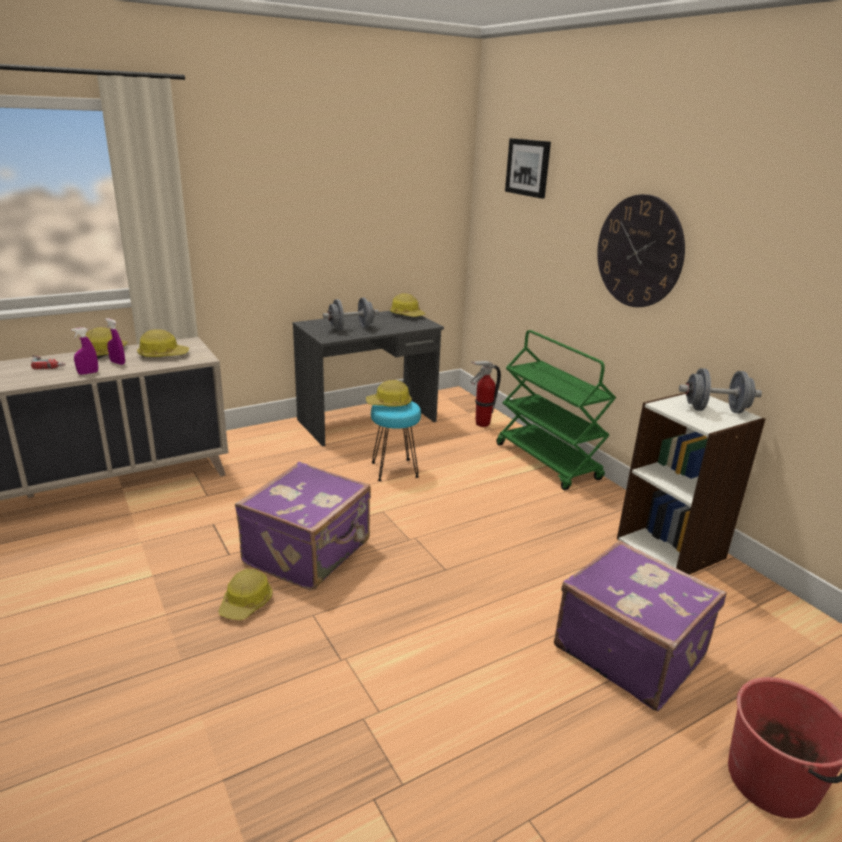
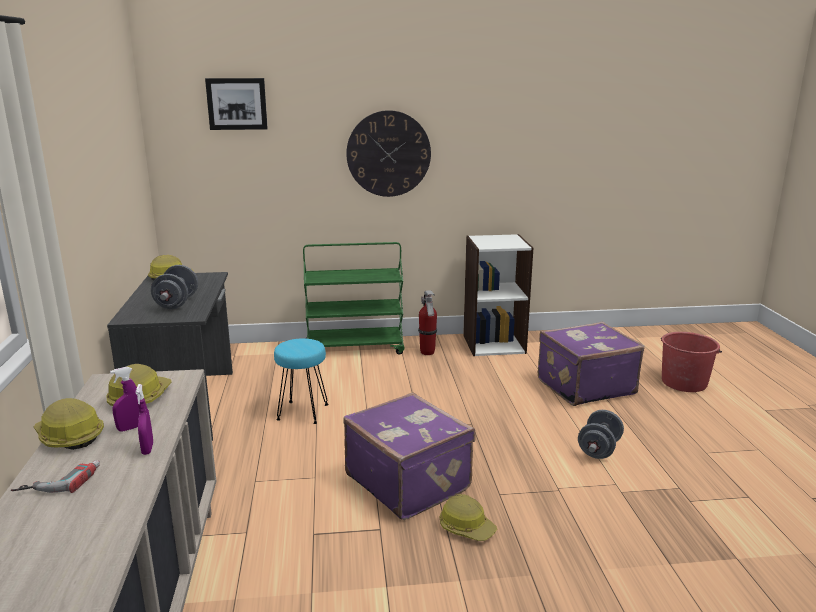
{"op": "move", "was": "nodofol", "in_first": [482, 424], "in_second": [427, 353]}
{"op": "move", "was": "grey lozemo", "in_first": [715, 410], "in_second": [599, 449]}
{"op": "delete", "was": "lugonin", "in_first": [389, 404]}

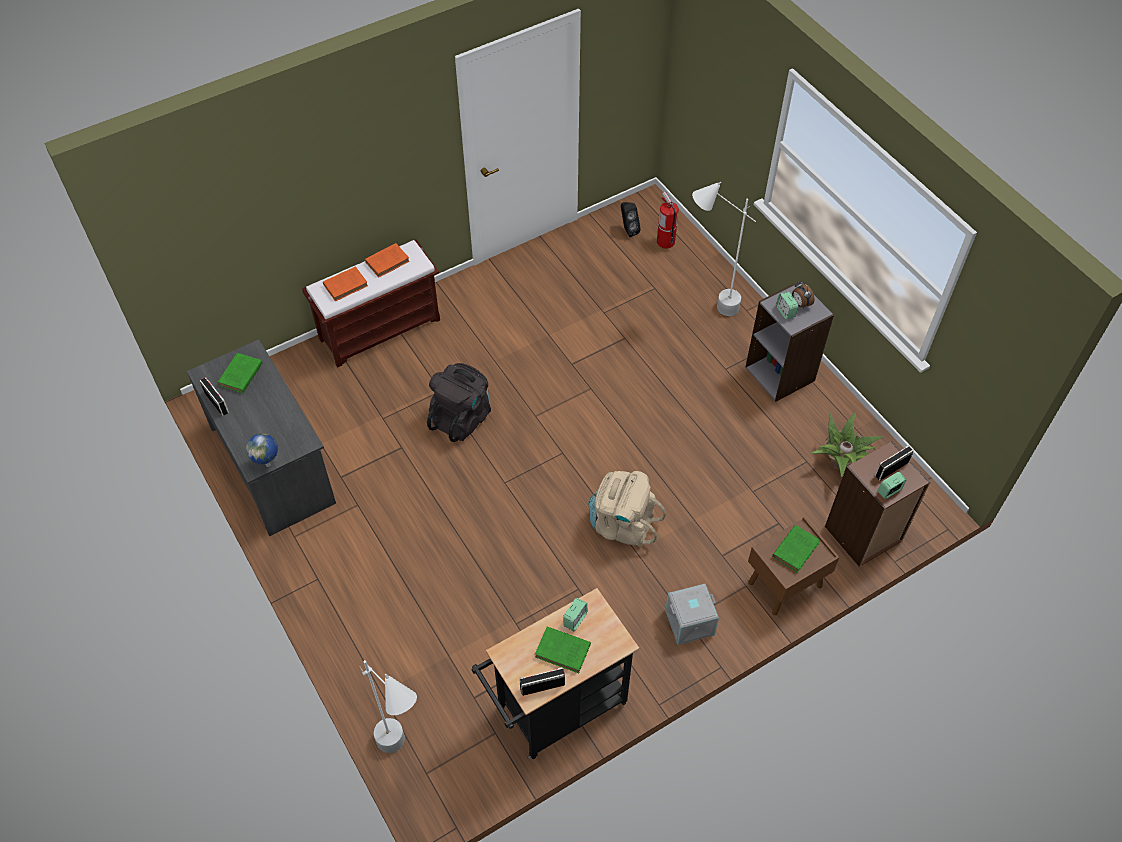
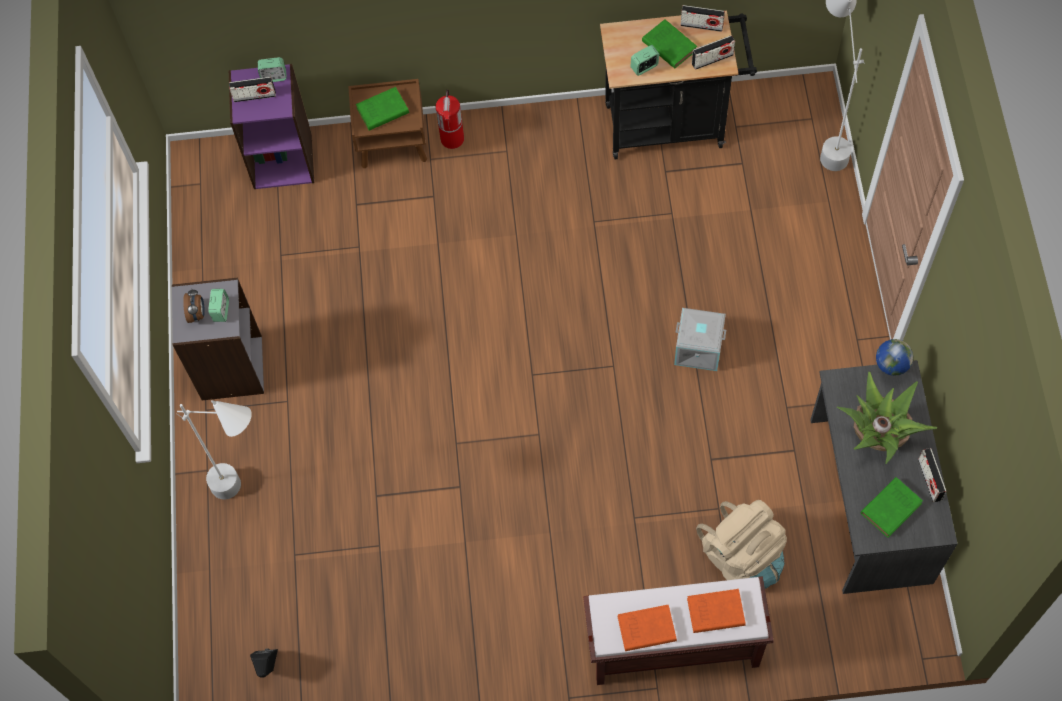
{"op": "move", "was": "nodofol", "in_first": [665, 241], "in_second": [452, 139]}
{"op": "delete", "was": "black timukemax", "in_first": [462, 417]}
{"op": "move", "was": "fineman", "in_first": [841, 463], "in_second": [878, 435]}
{"op": "recolor", "was": "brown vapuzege", "now": "purple vapuzege", "in_first": [863, 534], "in_second": [283, 160]}
{"op": "move", "was": "beige timukemax", "in_first": [622, 524], "in_second": [742, 557]}
{"op": "move", "was": "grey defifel", "in_first": [689, 623], "in_second": [699, 347]}
{"op": "insert", "now": "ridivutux", "in_second": [712, 59]}

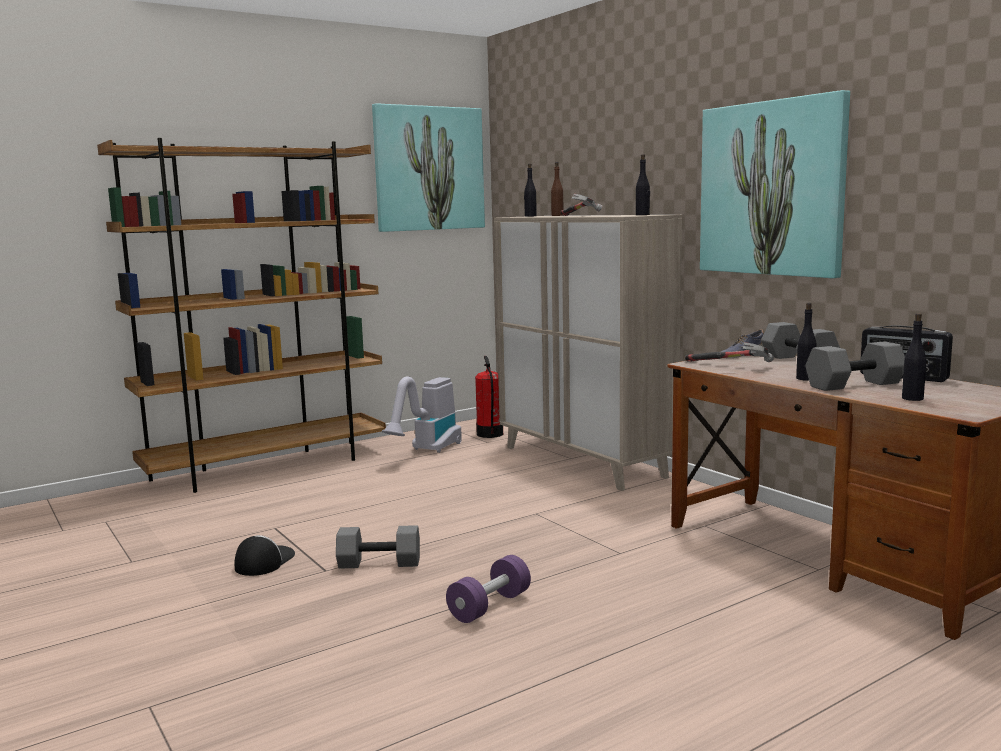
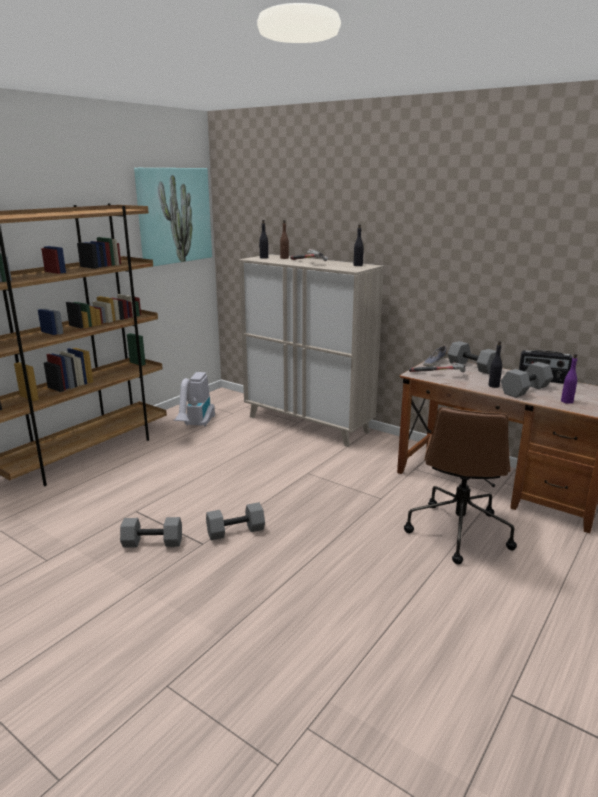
{"op": "delete", "was": "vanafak", "in_first": [772, 188]}
{"op": "recolor", "was": "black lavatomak", "now": "purple lavatomak", "in_first": [913, 398], "in_second": [567, 401]}
{"op": "delete", "was": "nodofol", "in_first": [489, 434]}
{"op": "replace", "was": "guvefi", "now": "grey lozemo", "in_first": [264, 561], "in_second": [152, 543]}
{"op": "delete", "was": "purple lozemo", "in_first": [489, 606]}
{"op": "insert", "now": "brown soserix", "in_second": [458, 531]}

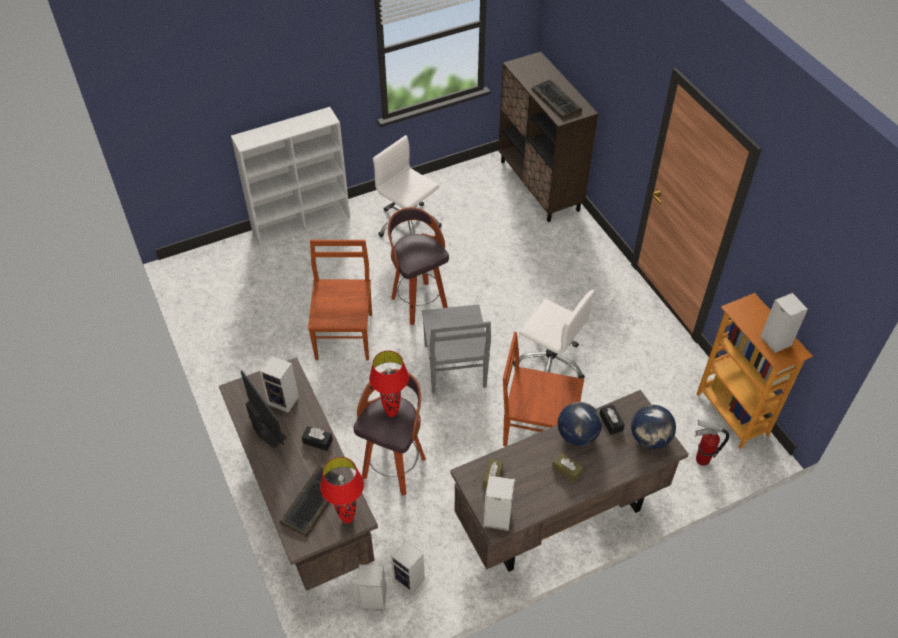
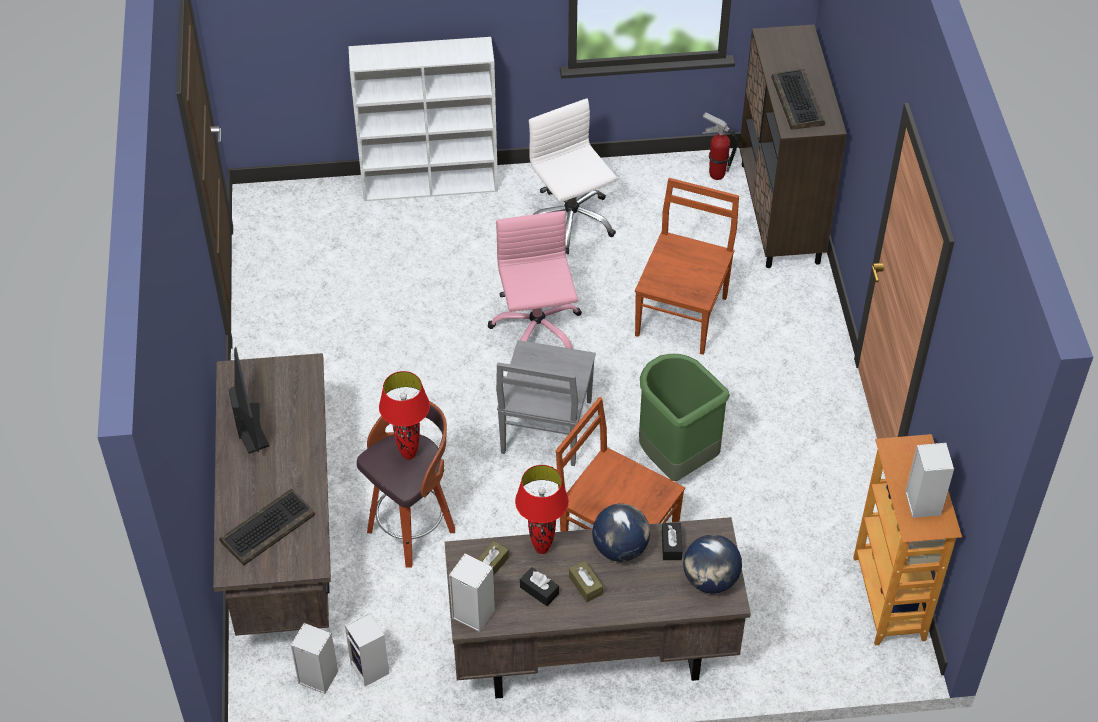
{"op": "replace", "was": "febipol", "now": "pink soserix", "in_first": [418, 302], "in_second": [536, 330]}
{"op": "move", "was": "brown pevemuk", "in_first": [344, 334], "in_second": [682, 314]}
{"op": "replace", "was": "white soserix", "now": "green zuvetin", "in_first": [550, 363], "in_second": [675, 459]}
{"op": "delete", "was": "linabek", "in_first": [285, 400]}
{"op": "move", "was": "nodofol", "in_first": [701, 460], "in_second": [716, 174]}
{"op": "move", "was": "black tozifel", "in_first": [317, 441], "in_second": [539, 590]}
{"op": "move", "was": "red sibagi", "in_first": [348, 518], "in_second": [542, 548]}

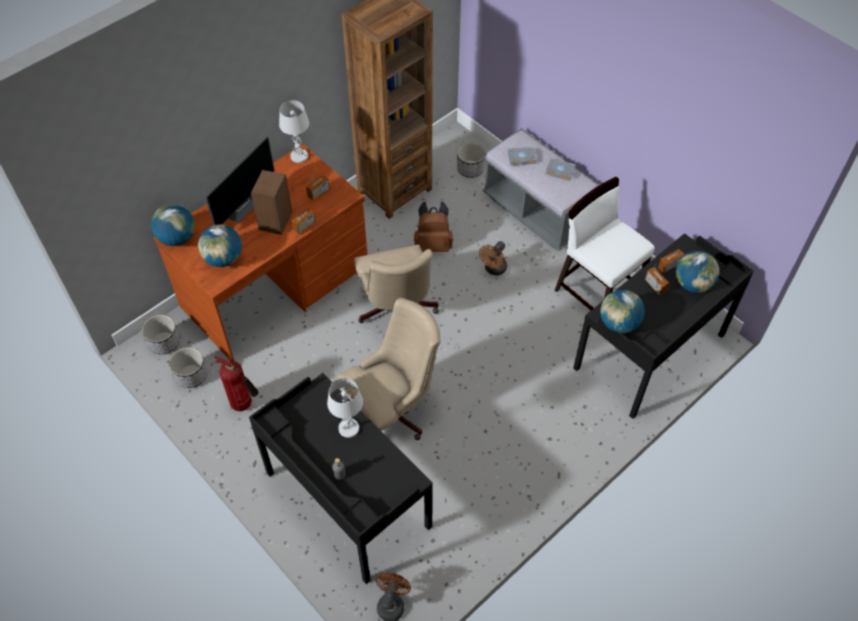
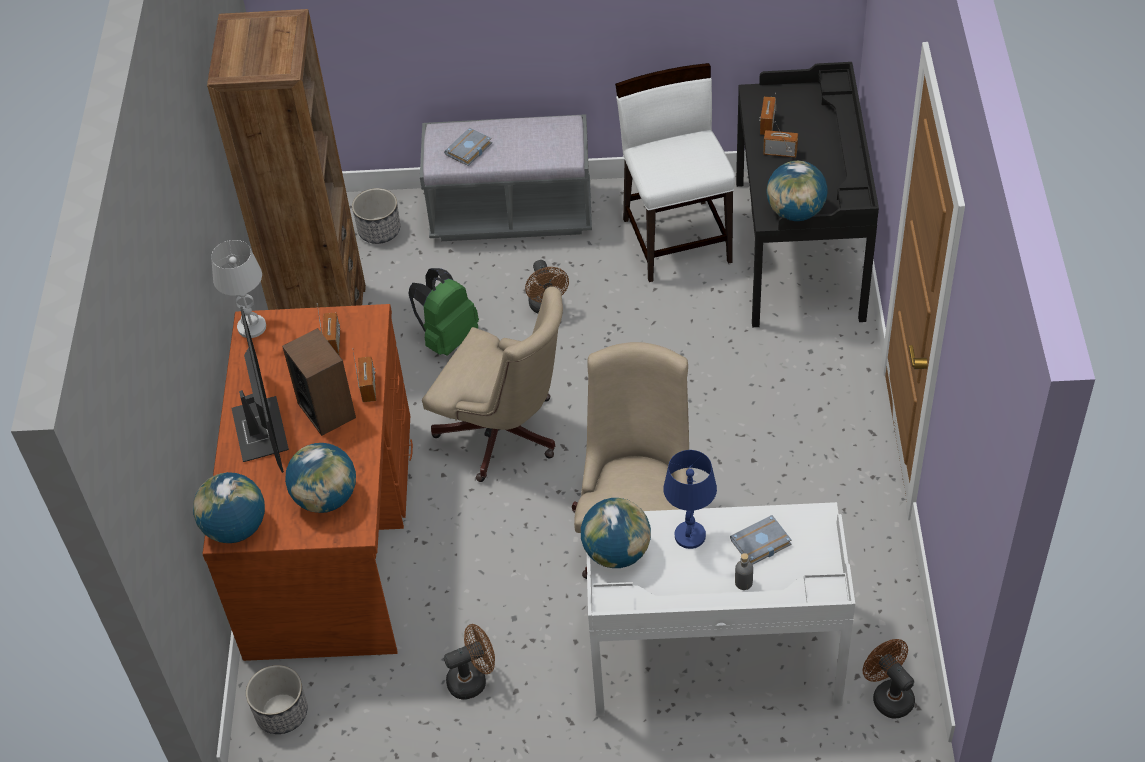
{"op": "move", "was": "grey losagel", "in_first": [559, 171], "in_second": [760, 544]}
{"op": "rotate", "was": "white pevemuk", "in_first": [597, 292], "in_second": [677, 239], "clockwise": 75}
{"op": "recolor", "was": "brown timukemax", "now": "green timukemax", "in_first": [433, 244], "in_second": [447, 337]}
{"op": "move", "was": "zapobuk", "in_first": [692, 284], "in_second": [617, 552]}
{"op": "delete", "was": "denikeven", "in_first": [191, 375]}
{"op": "replace", "was": "nodofol", "now": "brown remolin", "in_first": [244, 405], "in_second": [473, 679]}
{"op": "recolor", "was": "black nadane", "now": "white nadane", "in_first": [347, 500], "in_second": [714, 655]}
{"op": "recolor", "was": "white sibagi", "now": "blue sibagi", "in_first": [349, 428], "in_second": [689, 535]}

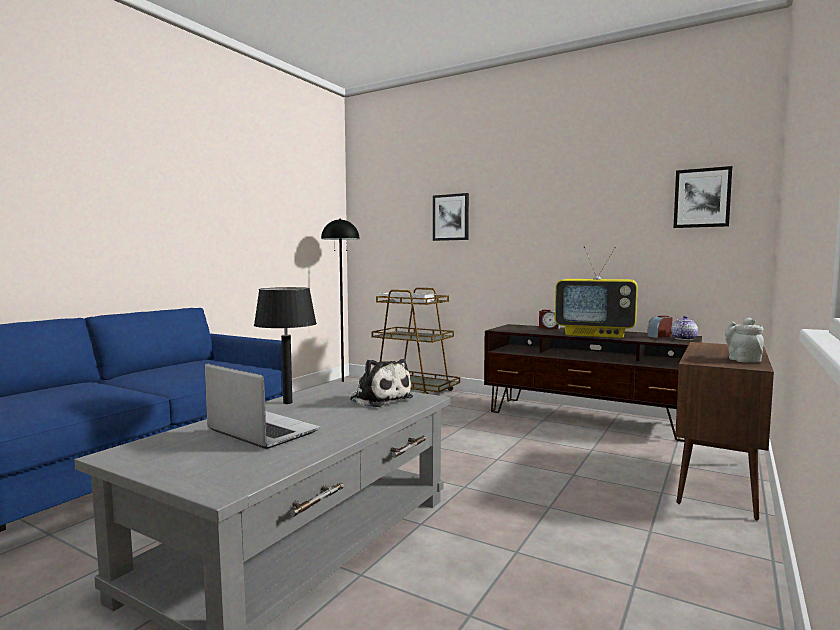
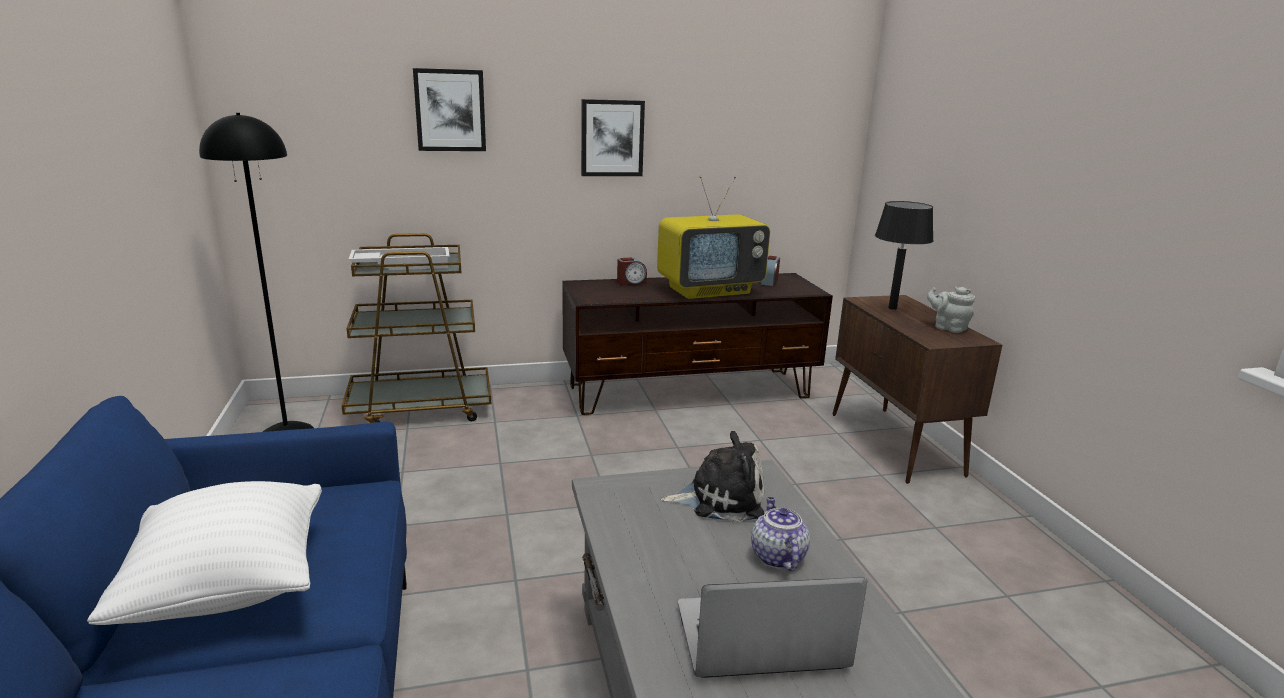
{"op": "move", "was": "vanafak", "in_first": [702, 198], "in_second": [612, 138]}
{"op": "move", "was": "black sibagi", "in_first": [288, 402], "in_second": [892, 308]}
{"op": "move", "was": "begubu", "in_first": [683, 338], "in_second": [777, 556]}
{"op": "insert", "now": "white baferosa", "in_second": [229, 587]}

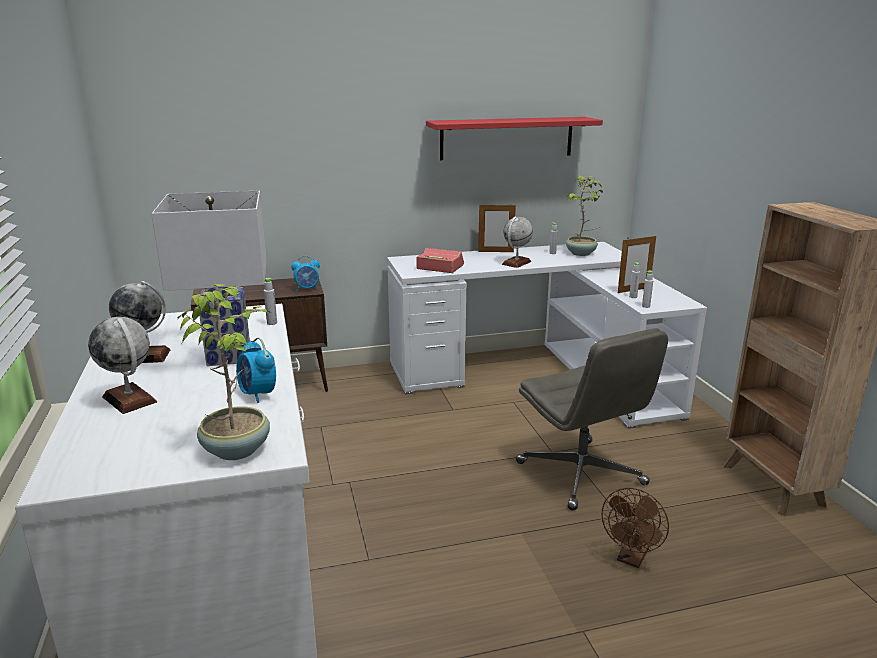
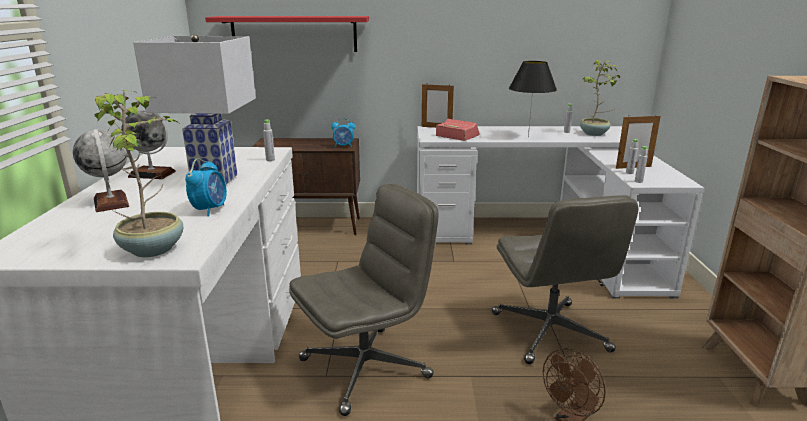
{"op": "move", "was": "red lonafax", "in_first": [507, 138], "in_second": [294, 34]}
{"op": "move", "was": "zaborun", "in_first": [495, 251], "in_second": [436, 127]}
{"op": "replace", "was": "zapobuk", "now": "black sibagi", "in_first": [516, 263], "in_second": [528, 137]}
{"op": "rotate", "was": "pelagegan", "in_first": [258, 394], "in_second": [210, 209], "clockwise": -150}
{"op": "insert", "now": "grey soserix", "in_second": [366, 367]}

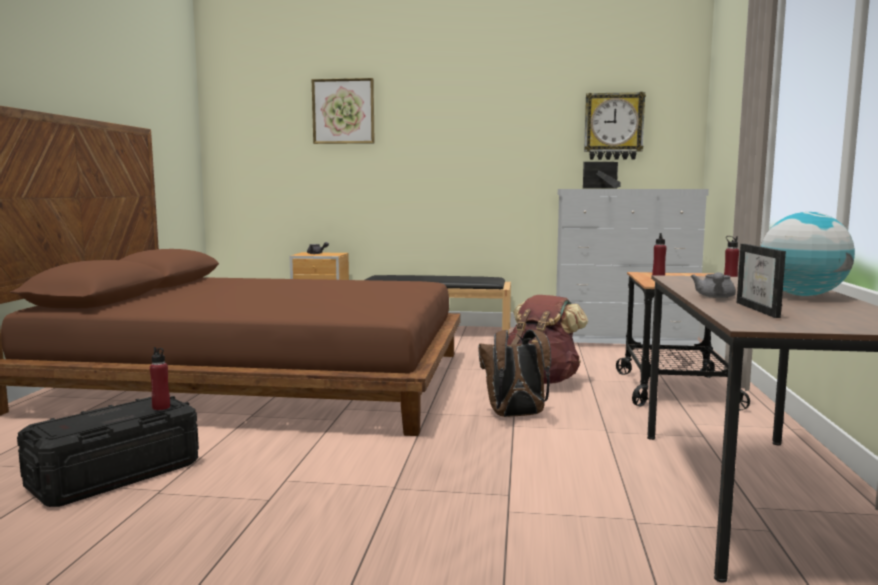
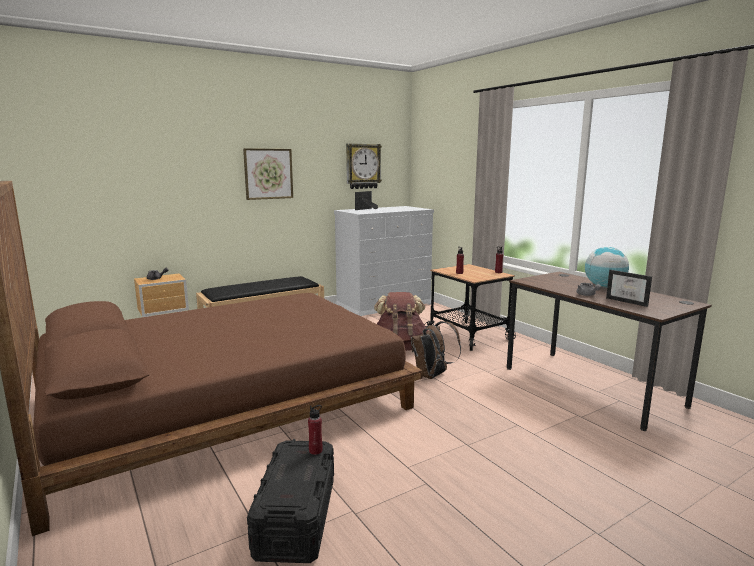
{"op": "move", "was": "vanafak", "in_first": [343, 111], "in_second": [268, 174]}

